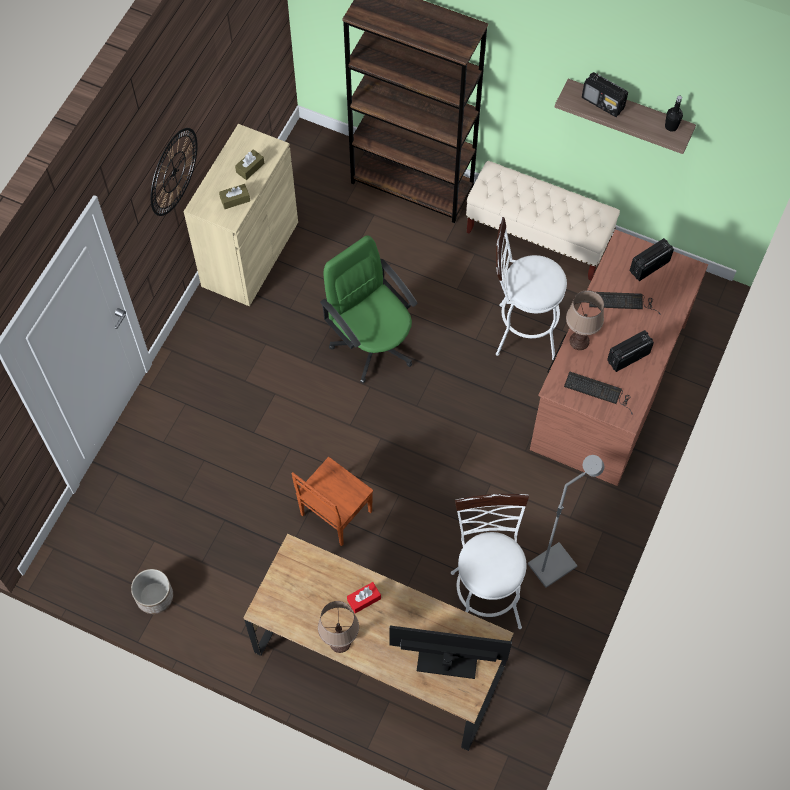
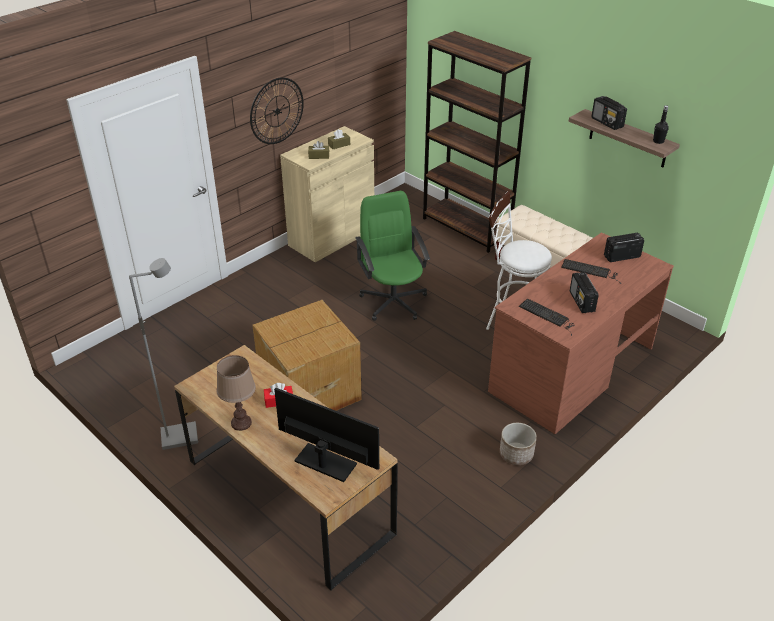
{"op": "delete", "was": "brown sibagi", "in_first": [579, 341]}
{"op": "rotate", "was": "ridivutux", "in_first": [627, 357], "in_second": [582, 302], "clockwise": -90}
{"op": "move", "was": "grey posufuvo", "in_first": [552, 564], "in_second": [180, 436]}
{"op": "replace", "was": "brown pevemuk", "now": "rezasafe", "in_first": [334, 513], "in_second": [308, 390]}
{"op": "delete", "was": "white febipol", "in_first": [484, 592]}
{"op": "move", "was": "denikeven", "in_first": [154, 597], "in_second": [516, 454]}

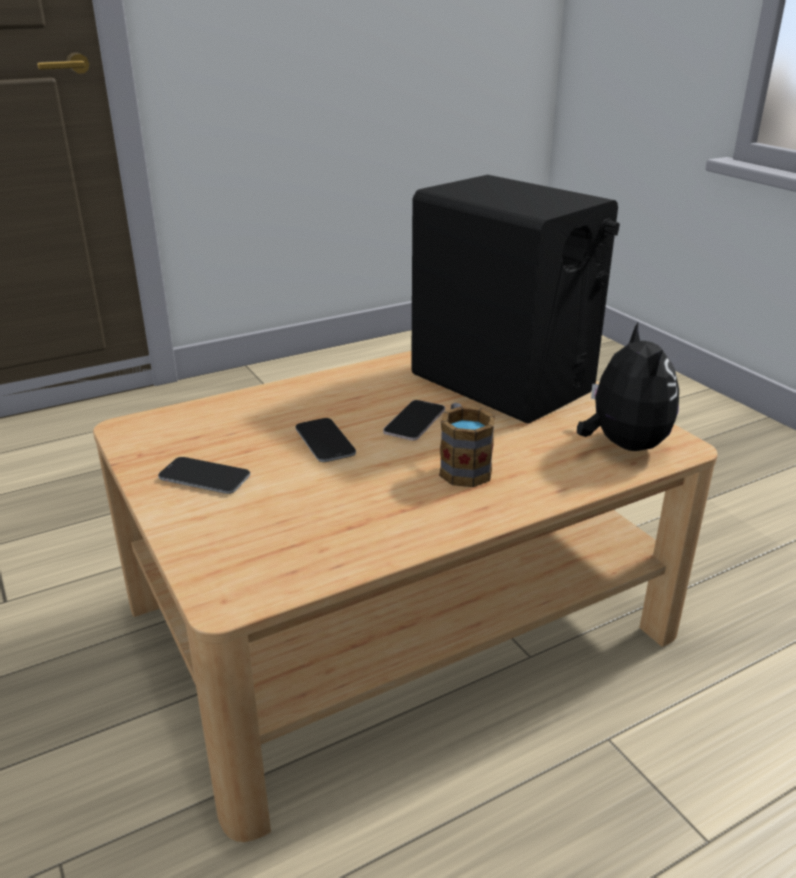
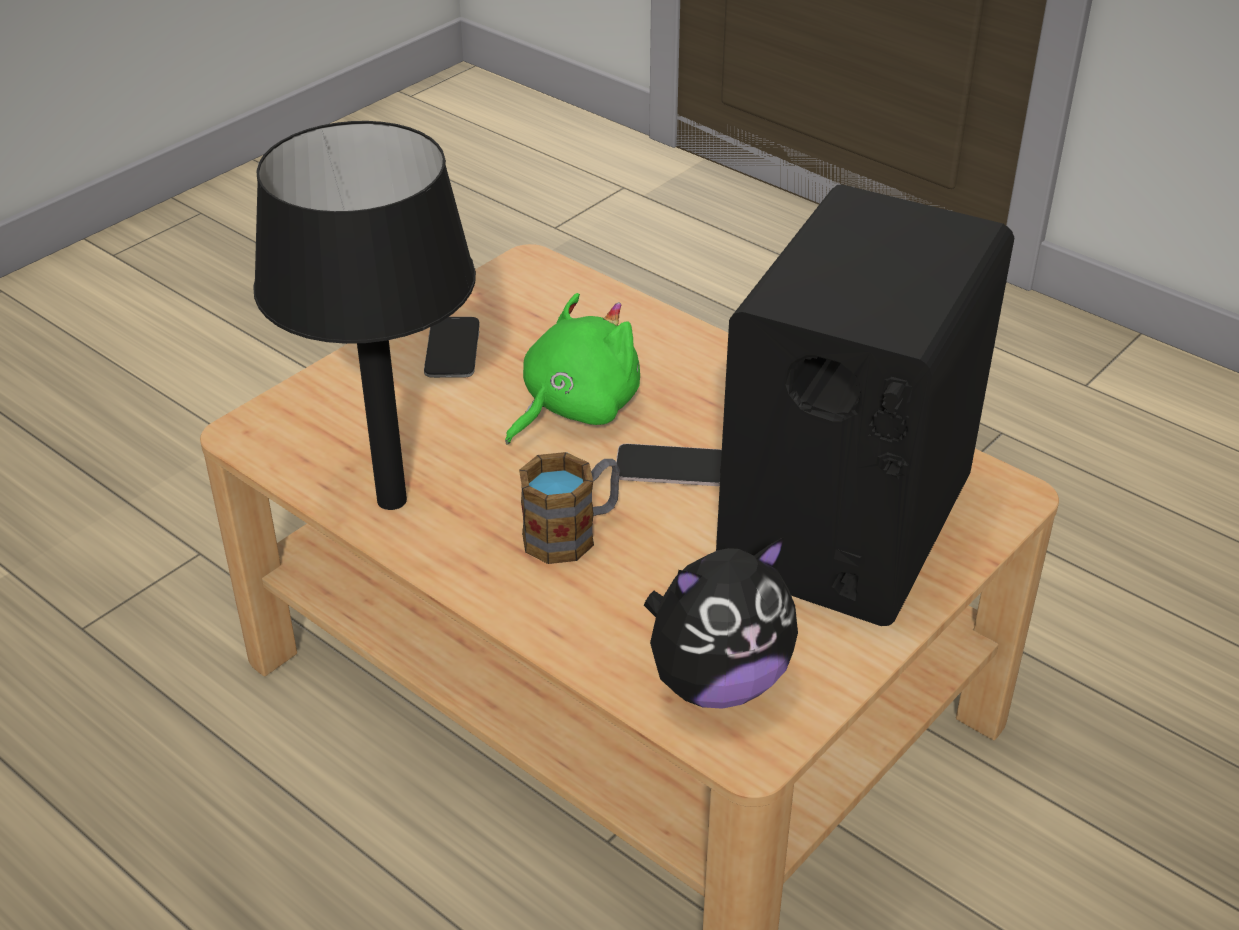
{"op": "replace", "was": "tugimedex", "now": "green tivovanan", "in_first": [325, 441], "in_second": [574, 408]}
{"op": "insert", "now": "black sibagi", "in_second": [393, 500]}

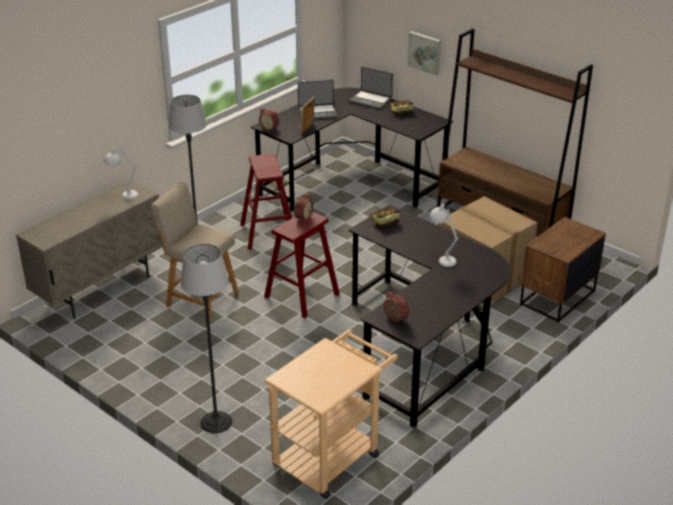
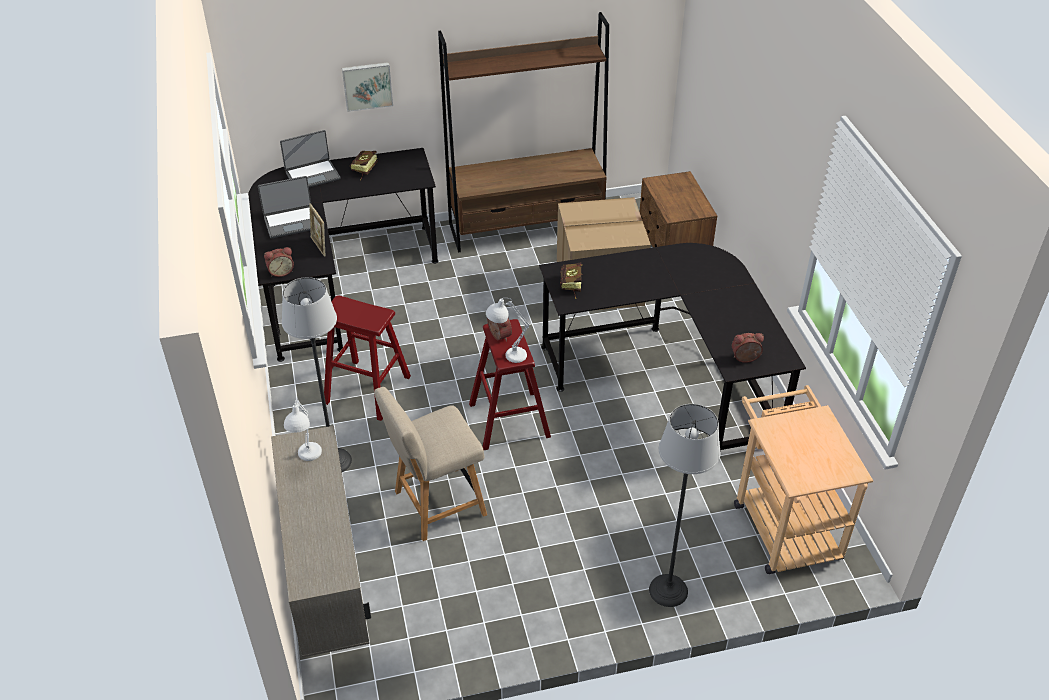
{"op": "rotate", "was": "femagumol", "in_first": [317, 112], "in_second": [291, 222], "clockwise": 45}
{"op": "move", "was": "white sibagi", "in_first": [442, 258], "in_second": [506, 355]}

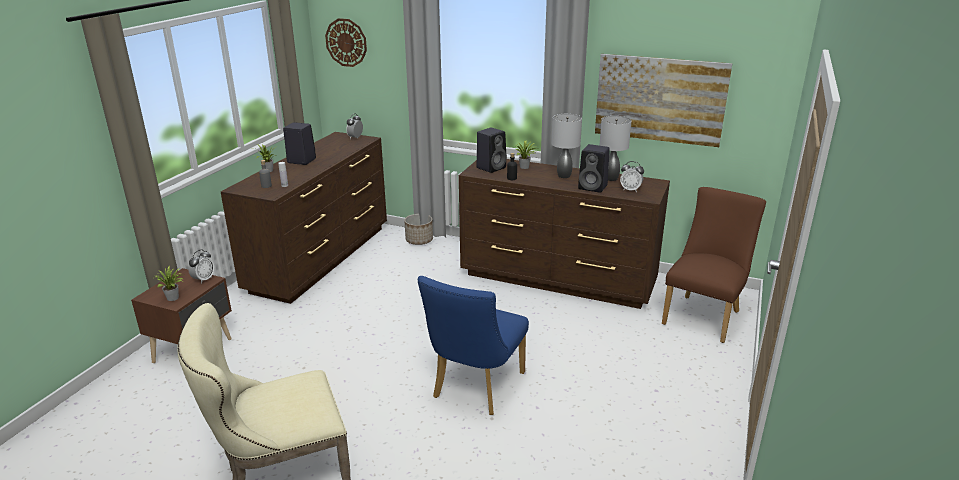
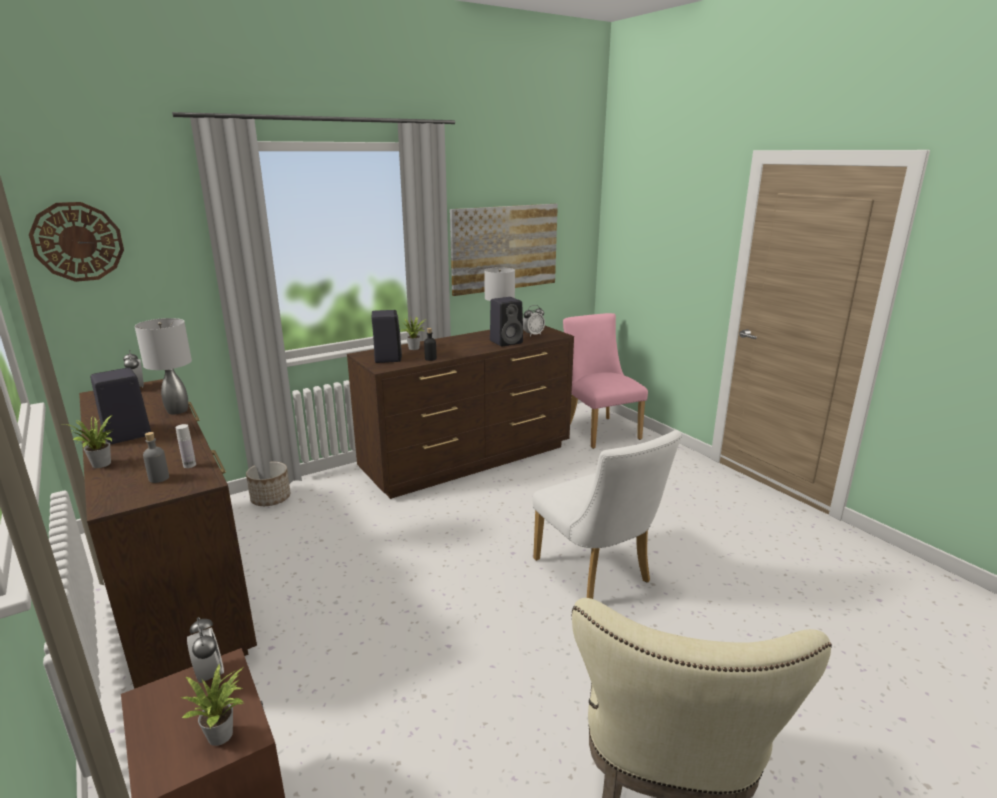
{"op": "move", "was": "grey sibagi", "in_first": [564, 176], "in_second": [177, 411]}
{"op": "recolor", "was": "brown pevemuk", "now": "pink pevemuk", "in_first": [704, 315], "in_second": [598, 430]}
{"op": "recolor", "was": "blue pevemuk", "now": "white pevemuk", "in_first": [475, 389], "in_second": [597, 575]}

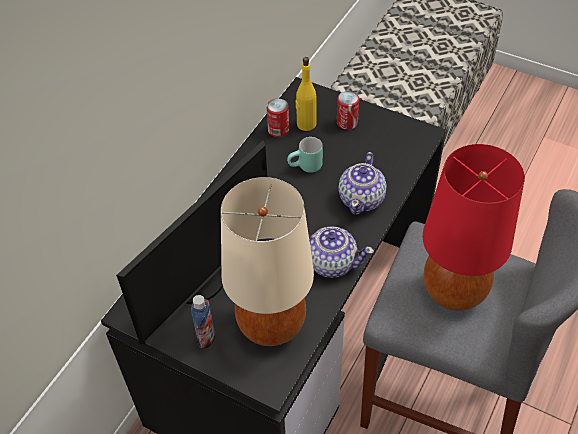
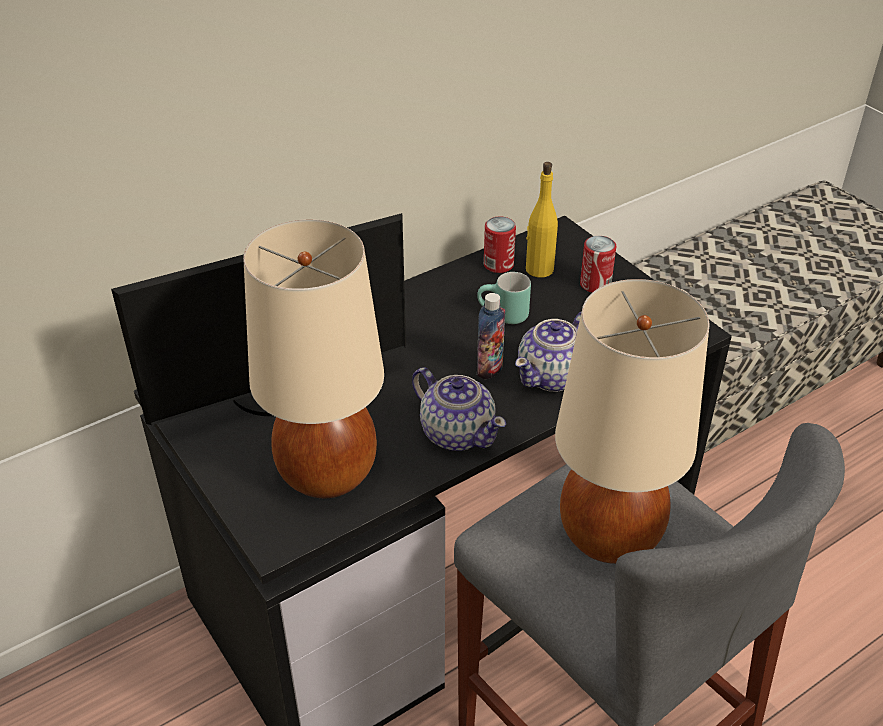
{"op": "recolor", "was": "red sibagi", "now": "beige sibagi", "in_first": [455, 291], "in_second": [611, 536]}
{"op": "move", "was": "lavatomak", "in_first": [206, 337], "in_second": [489, 369]}

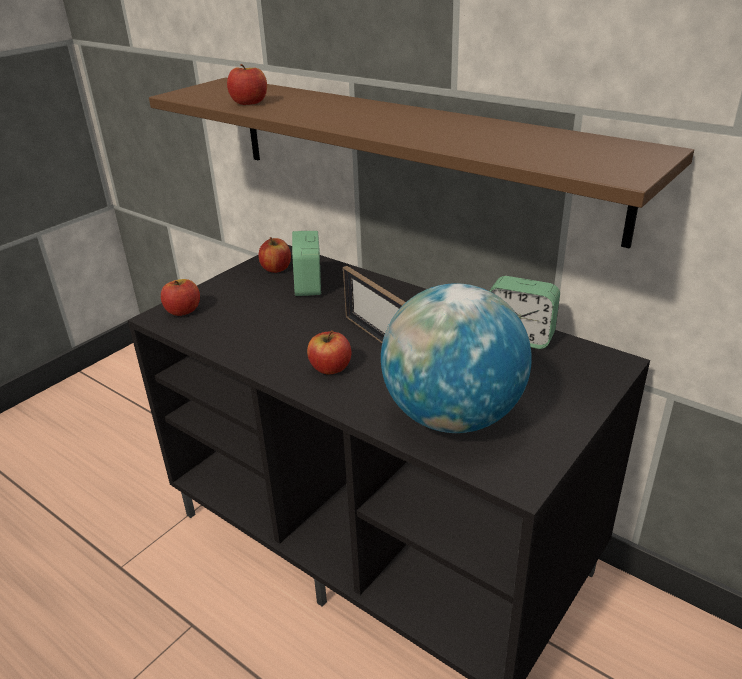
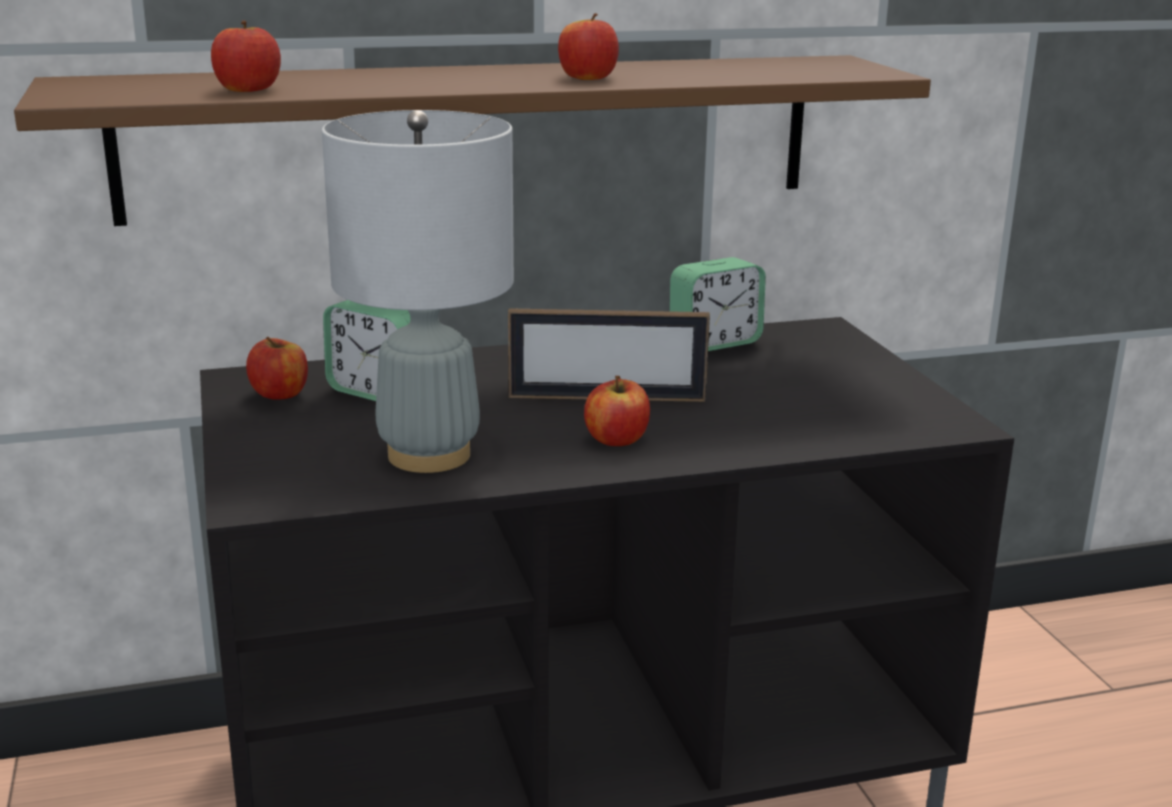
{"op": "move", "was": "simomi", "in_first": [183, 311], "in_second": [588, 78]}
{"op": "delete", "was": "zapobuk", "in_first": [452, 416]}
{"op": "insert", "now": "grey sibagi", "in_second": [429, 455]}

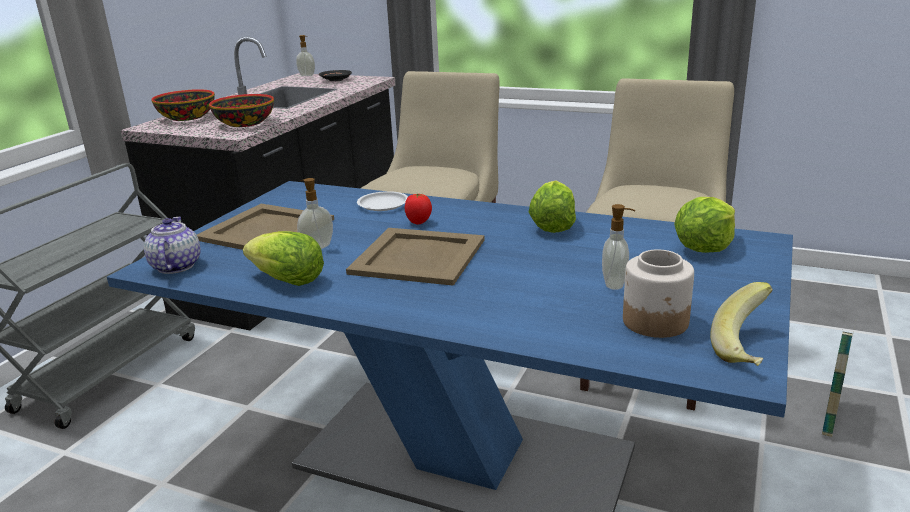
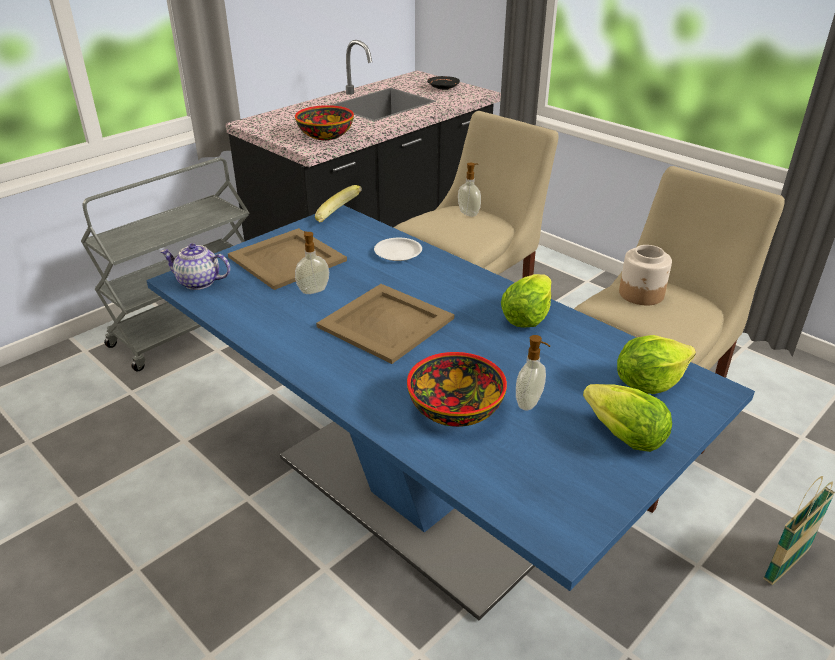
{"op": "move", "was": "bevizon", "in_first": [307, 75], "in_second": [469, 213]}
{"op": "move", "was": "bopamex", "in_first": [186, 118], "in_second": [454, 409]}
{"op": "delete", "was": "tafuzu", "in_first": [418, 222]}
{"op": "rotate", "was": "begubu", "in_first": [175, 266], "in_second": [198, 282], "clockwise": -90}
{"op": "move", "was": "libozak", "in_first": [288, 281], "in_second": [624, 436]}
{"op": "move", "was": "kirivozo", "in_first": [656, 322], "in_second": [641, 294]}
{"op": "move", "was": "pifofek", "in_first": [748, 349], "in_second": [338, 219]}

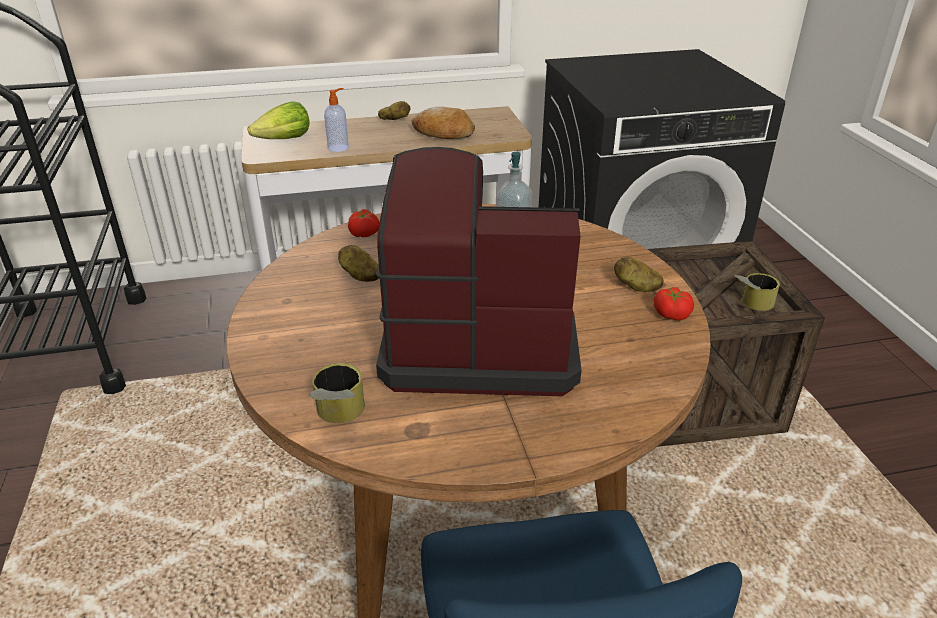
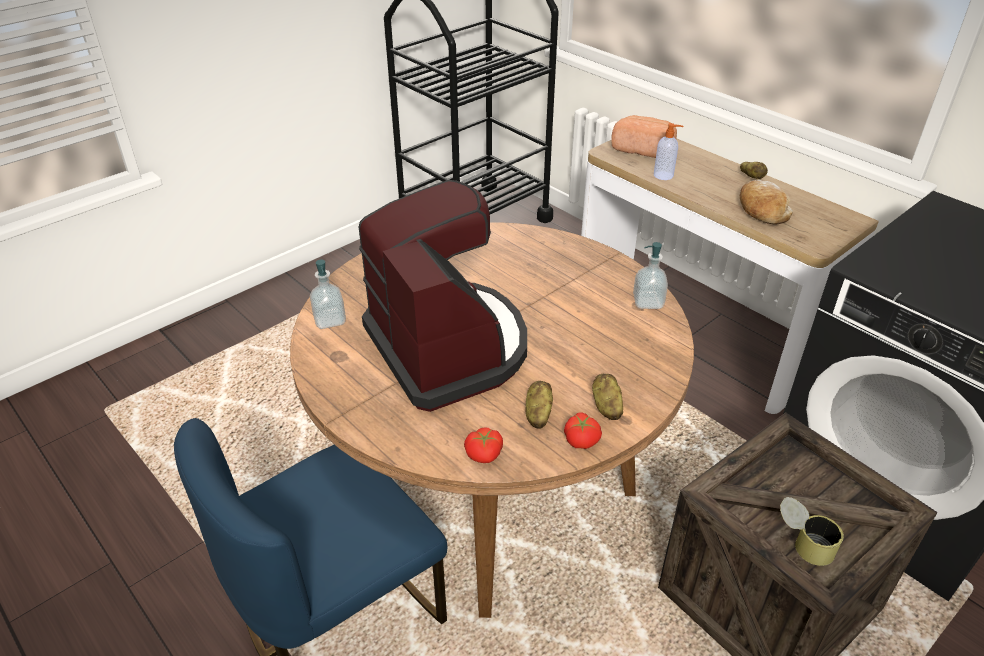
{"op": "replace", "was": "libozak", "now": "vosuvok", "in_first": [284, 140], "in_second": [644, 149]}
{"op": "move", "was": "tafuzu", "in_first": [365, 233], "in_second": [484, 454]}
{"op": "move", "was": "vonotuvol", "in_first": [360, 275], "in_second": [537, 414]}
{"op": "replace", "was": "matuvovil", "now": "bevizon", "in_first": [338, 417], "in_second": [330, 320]}

